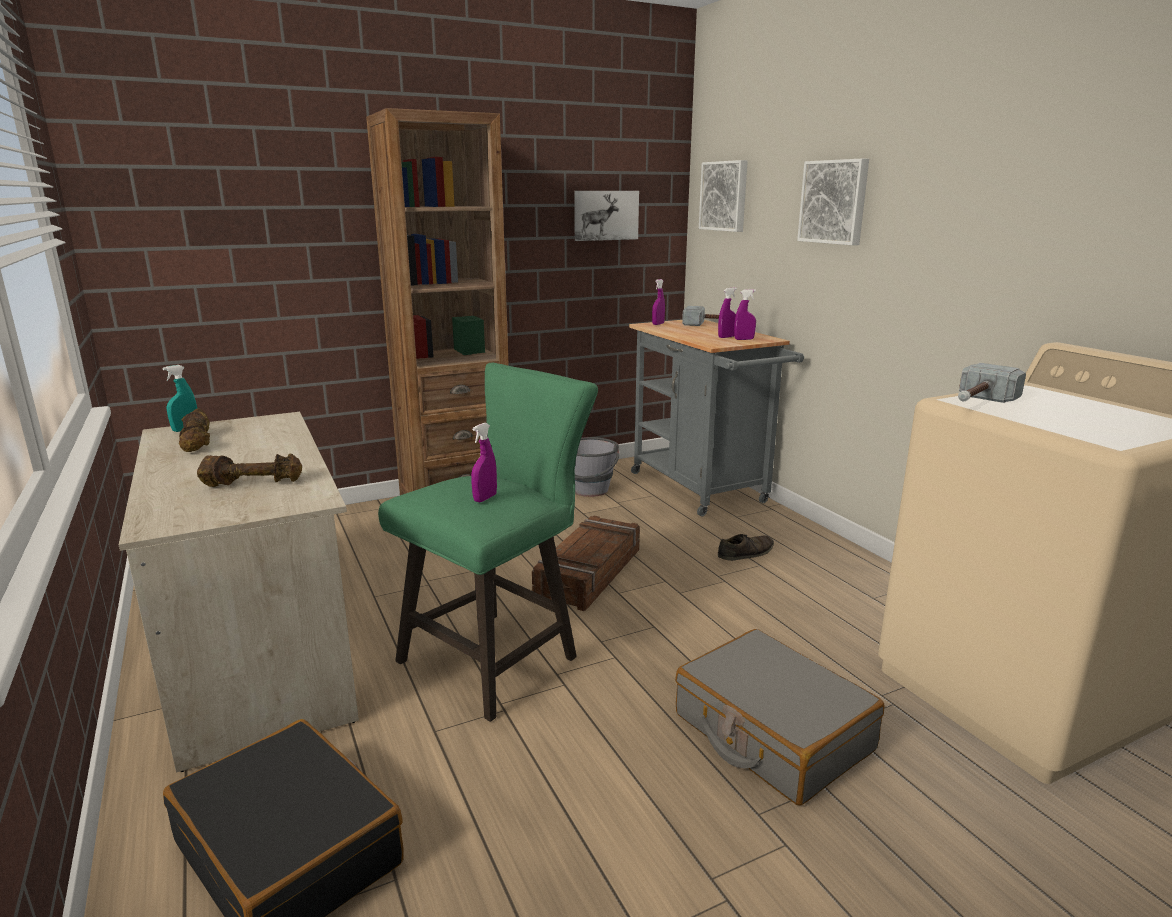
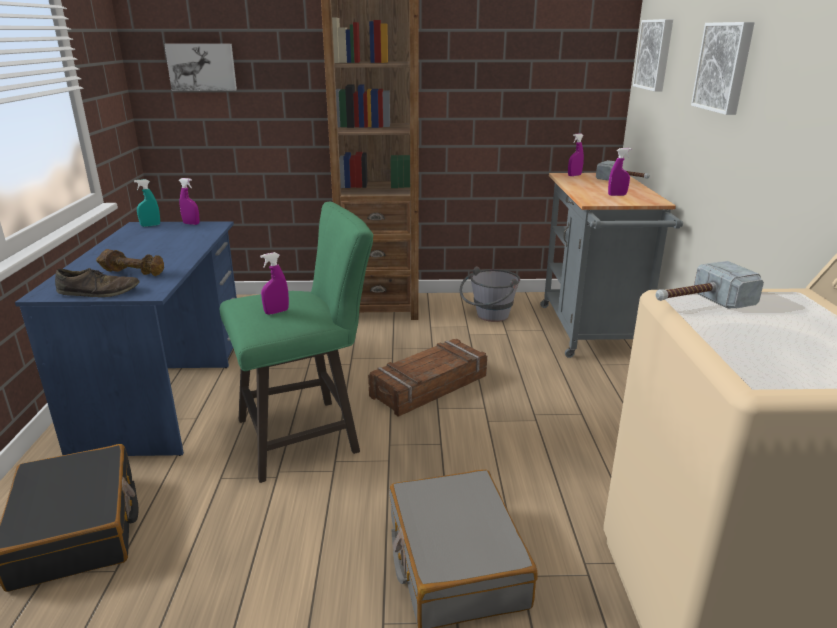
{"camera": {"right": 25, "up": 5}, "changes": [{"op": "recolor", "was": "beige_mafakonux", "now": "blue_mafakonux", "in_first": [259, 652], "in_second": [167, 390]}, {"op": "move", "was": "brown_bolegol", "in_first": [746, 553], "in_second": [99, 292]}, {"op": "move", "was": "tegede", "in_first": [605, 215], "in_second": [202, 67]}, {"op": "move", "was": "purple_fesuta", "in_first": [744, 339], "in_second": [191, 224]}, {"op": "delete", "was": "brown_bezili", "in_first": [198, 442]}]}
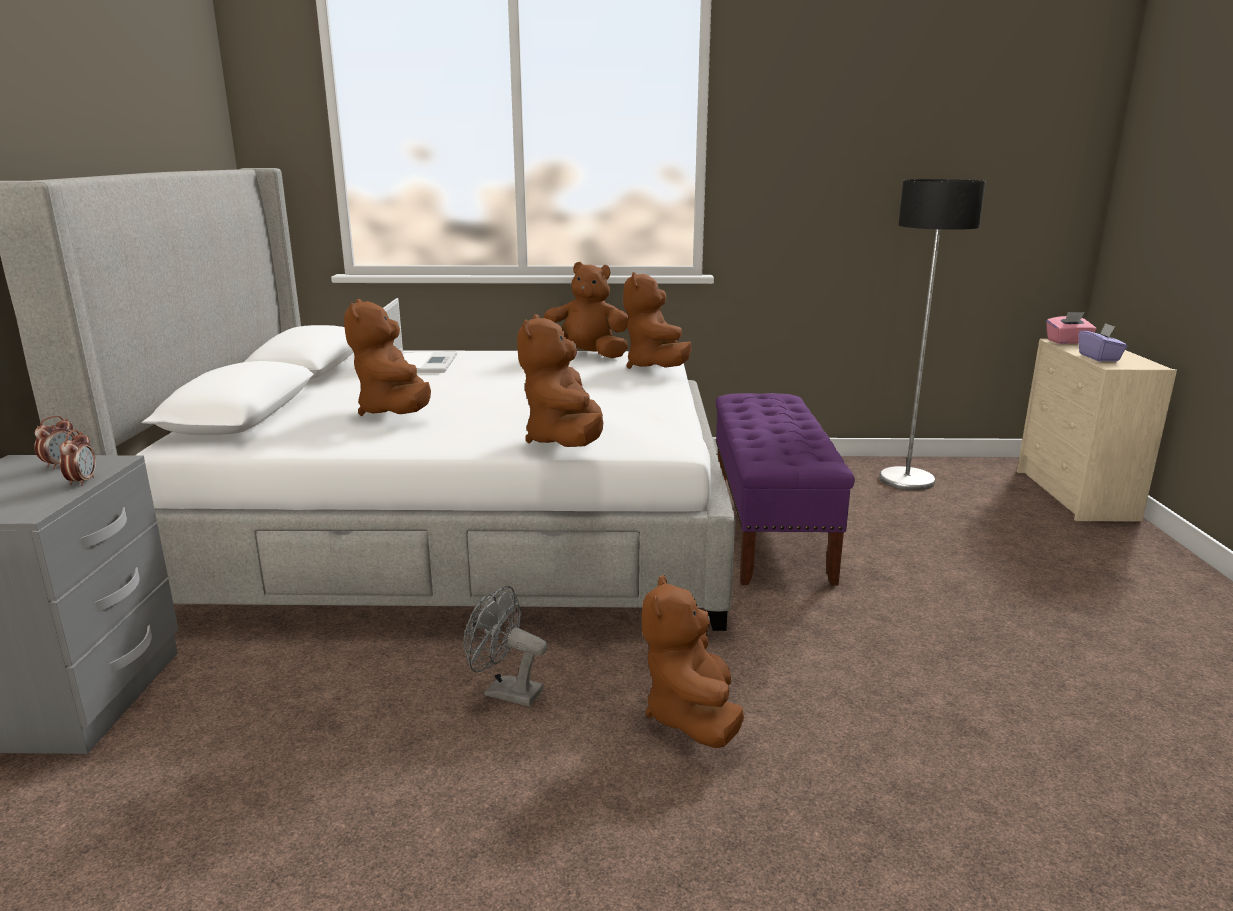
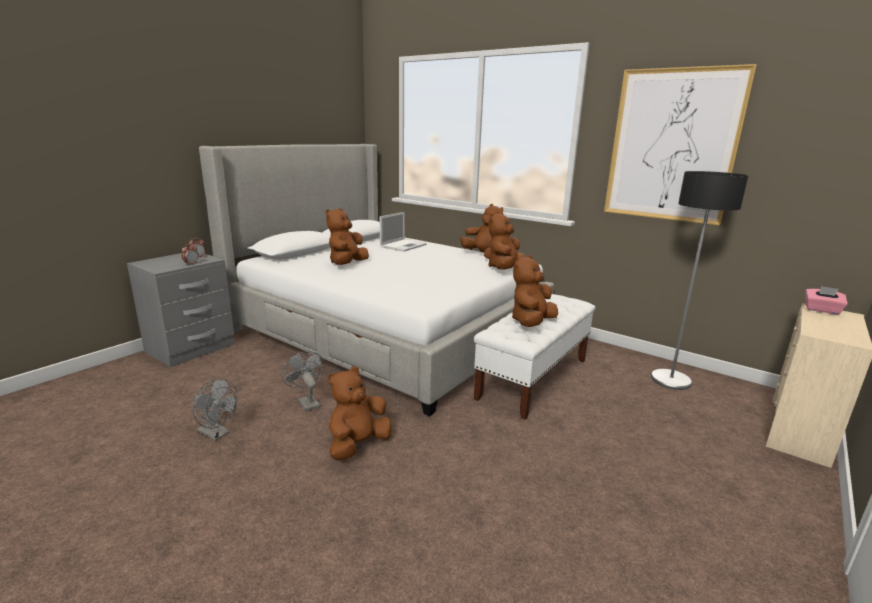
{"camera": {"right": 35, "up": 0}, "changes": [{"op": "insert", "now": "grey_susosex", "in_second": [217, 434]}, {"op": "recolor", "was": "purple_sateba", "now": "white_sateba", "in_first": [769, 529], "in_second": [533, 378]}, {"op": "move", "was": "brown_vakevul", "in_first": [565, 442], "in_second": [531, 323]}, {"op": "insert", "now": "tegede", "in_second": [672, 146]}, {"op": "delete", "was": "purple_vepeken", "in_first": [1099, 357]}]}
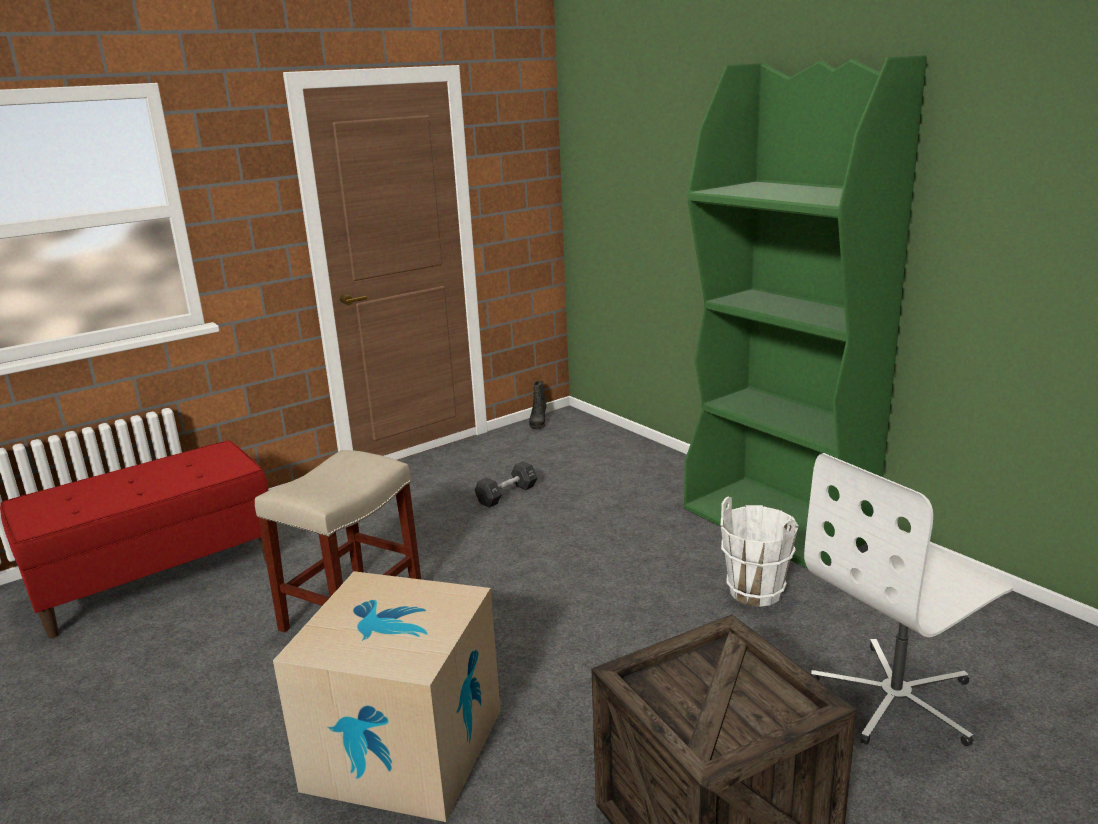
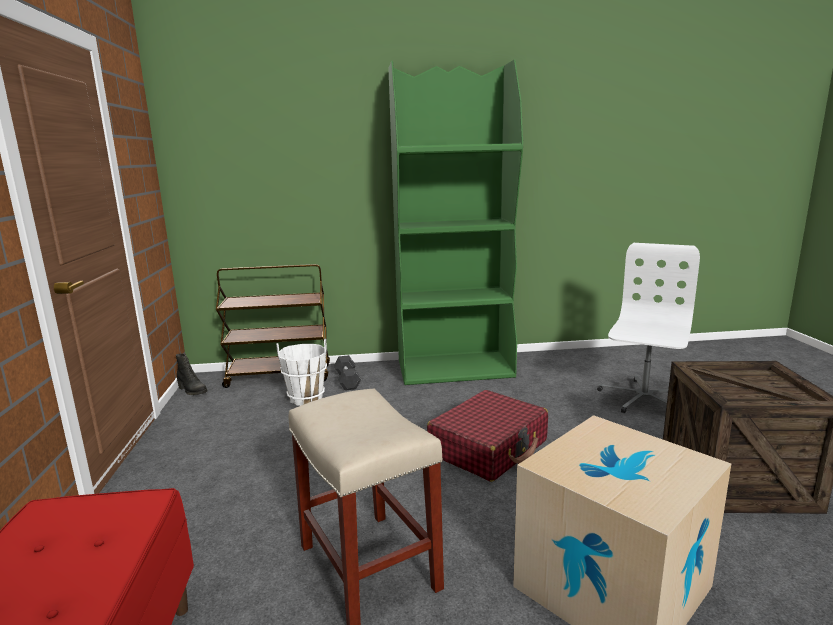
{"camera": {"right": -60, "up": -5}, "changes": [{"op": "insert", "now": "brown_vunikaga", "in_second": [280, 376]}, {"op": "move", "was": "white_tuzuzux", "in_first": [755, 591], "in_second": [306, 398]}, {"op": "move", "was": "black_bezili", "in_first": [507, 495], "in_second": [347, 380]}, {"op": "insert", "now": "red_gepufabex", "in_second": [489, 448]}, {"op": "rotate", "was": "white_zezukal", "in_first": [896, 698], "in_second": [643, 398], "clockwise": -150}]}
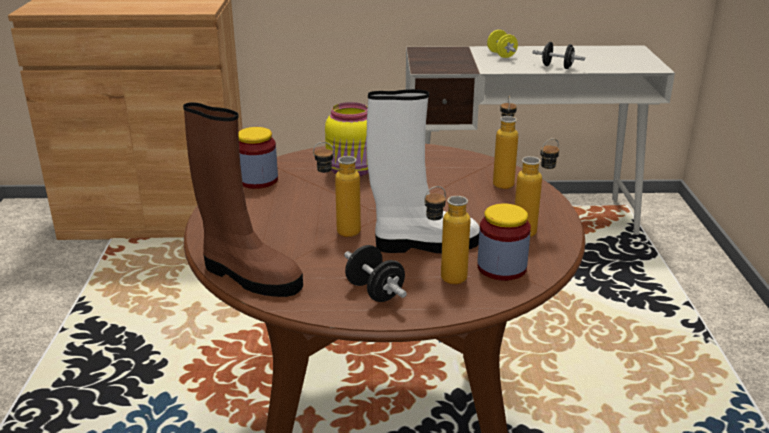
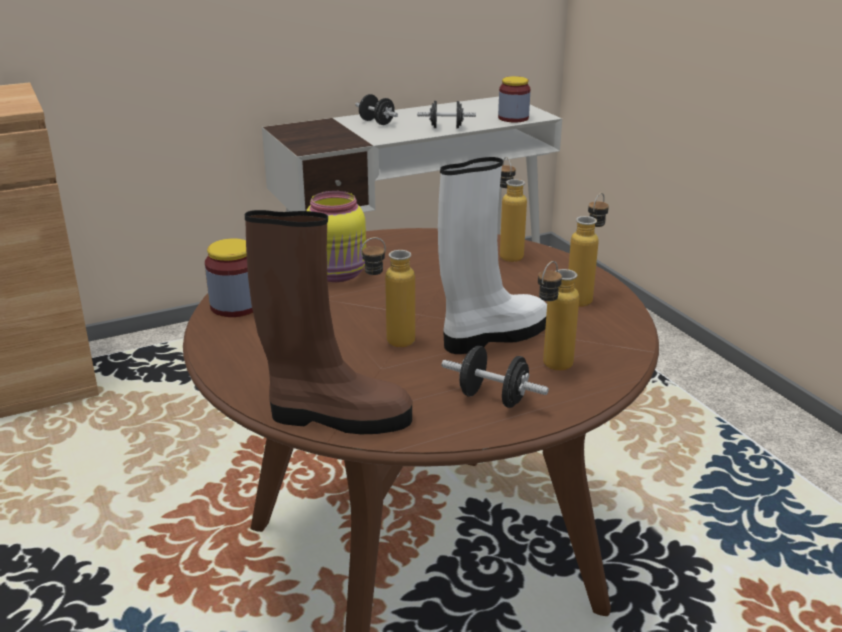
{"camera": {"right": -25, "up": 0}, "changes": [{"op": "recolor", "was": "yellow_bezili", "now": "black_bezili", "in_first": [501, 55], "in_second": [376, 122]}, {"op": "move", "was": "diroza", "in_first": [501, 268], "in_second": [513, 118]}]}
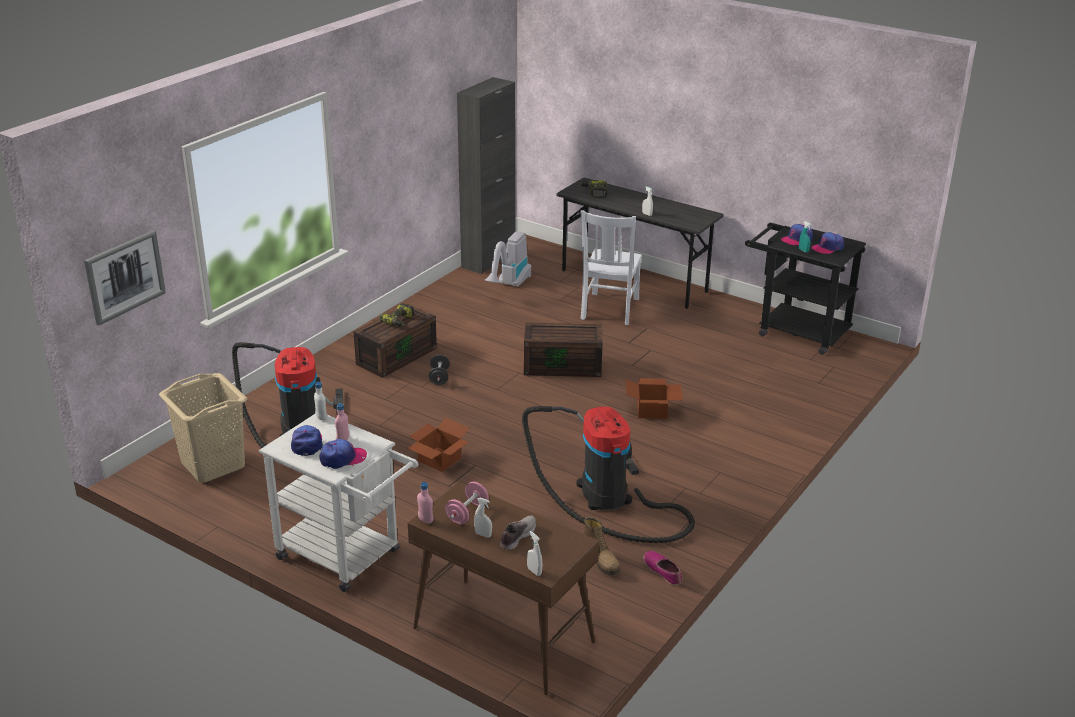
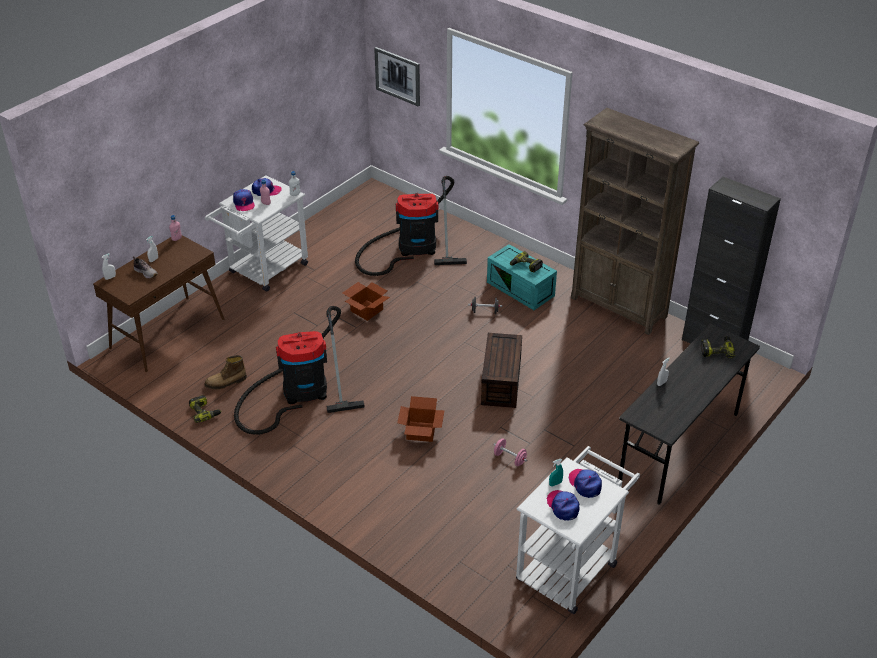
{"camera": {"right": 95, "up": 10}, "changes": [{"op": "replace", "was": "bolegol", "now": "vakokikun", "in_first": [663, 571], "in_second": [205, 412]}, {"op": "recolor", "was": "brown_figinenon", "now": "turquoise_figinenon", "in_first": [396, 355], "in_second": [522, 289]}, {"op": "move", "was": "pink_bezili", "in_first": [467, 513], "in_second": [509, 458]}, {"op": "recolor", "was": "black_vunikaga", "now": "white_vunikaga", "in_first": [795, 330], "in_second": [571, 566]}, {"op": "insert", "now": "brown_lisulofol", "in_second": [619, 307]}, {"op": "delete", "was": "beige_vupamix", "in_first": [213, 464]}, {"op": "delete", "was": "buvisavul", "in_first": [509, 285]}, {"op": "delete", "was": "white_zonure", "in_first": [609, 310]}]}
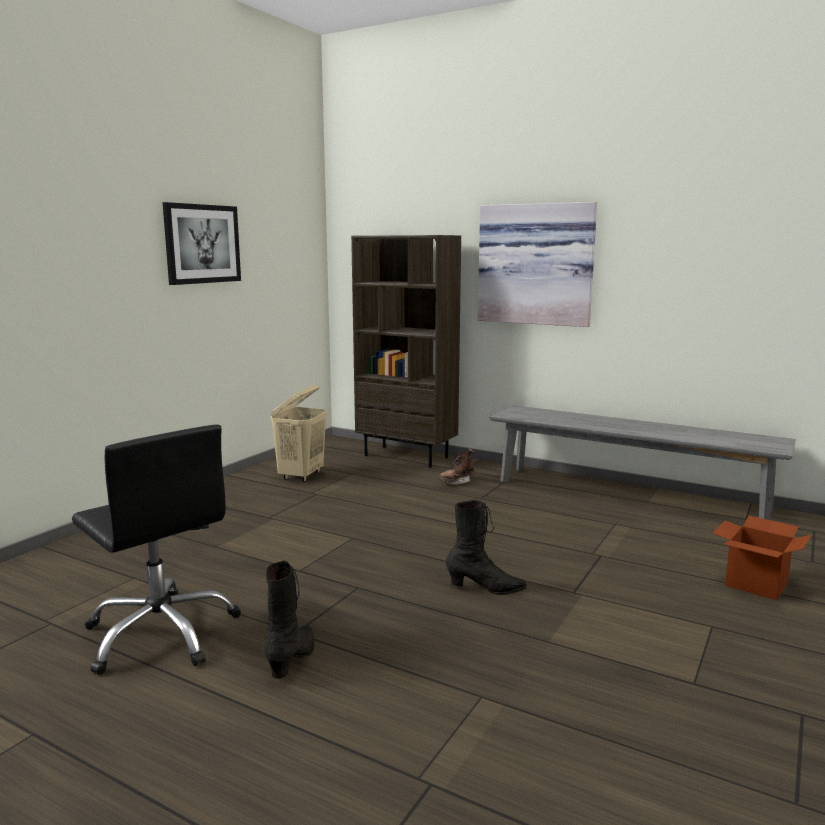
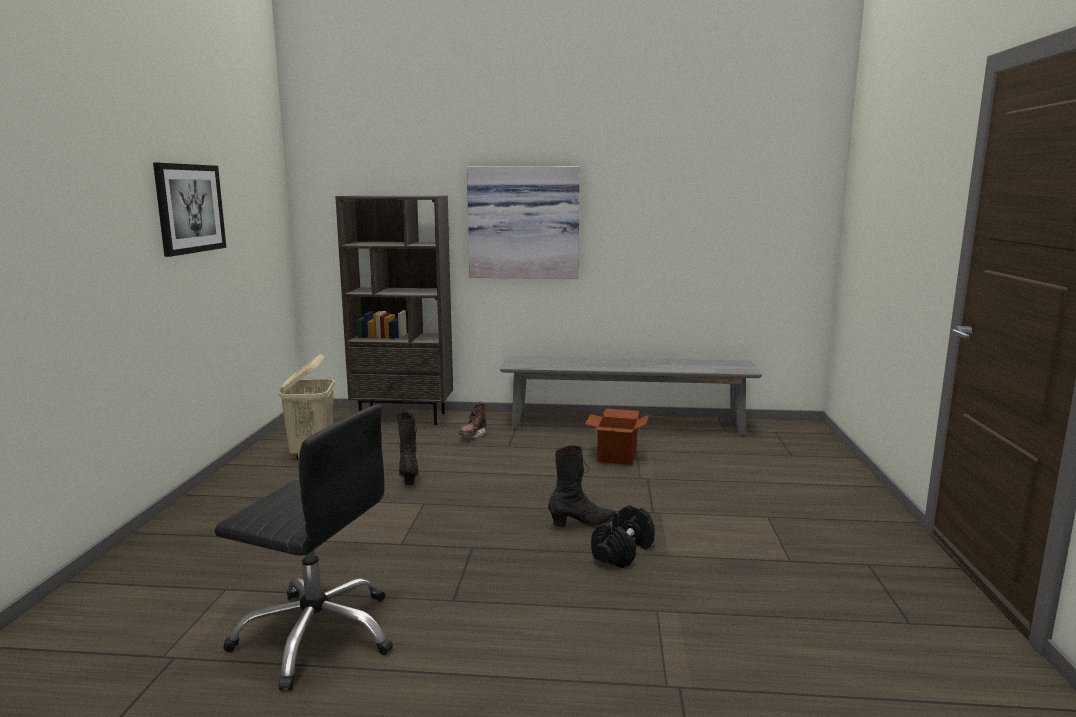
{"camera": {"right": -25, "up": 0}, "changes": [{"op": "move", "was": "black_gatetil", "in_first": [293, 659], "in_second": [409, 478]}, {"op": "move", "was": "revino", "in_first": [756, 584], "in_second": [617, 457]}, {"op": "insert", "now": "black_bezili", "in_second": [623, 552]}]}
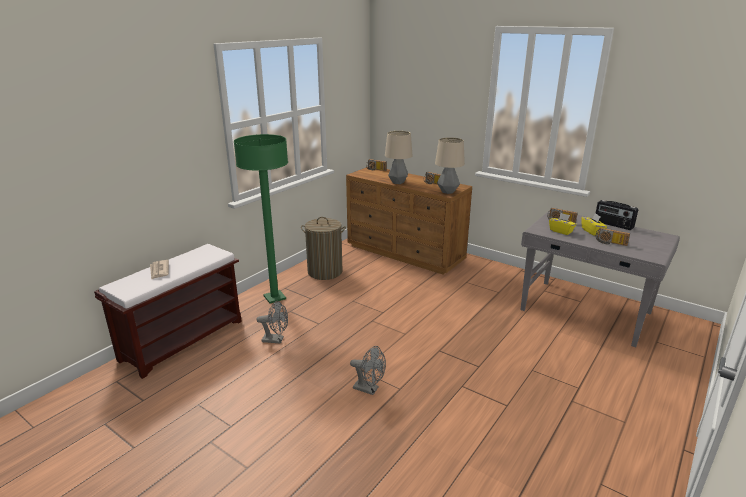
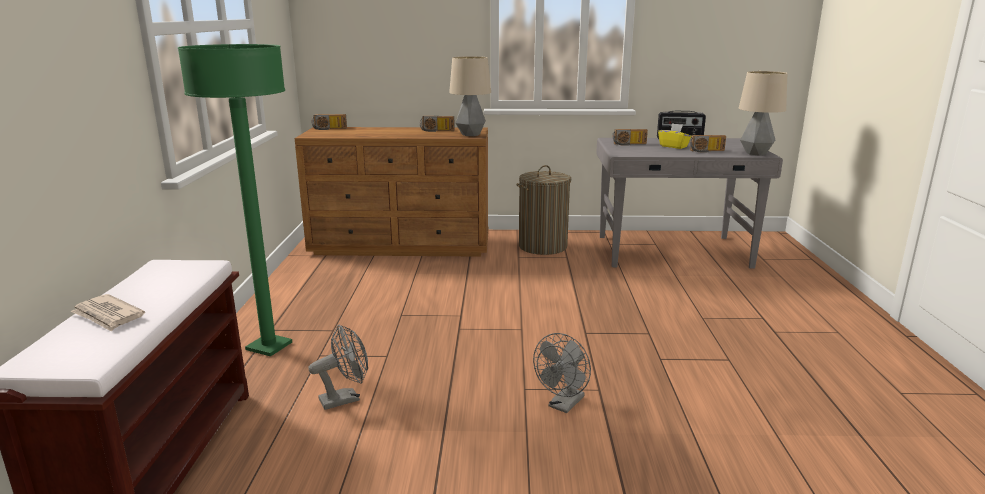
{"camera": {"right": -35, "up": -5}, "changes": [{"op": "move", "was": "vupamix", "in_first": [325, 272], "in_second": [543, 246]}, {"op": "rotate", "was": "grey_susosex", "in_first": [369, 389], "in_second": [563, 405], "clockwise": 135}, {"op": "move", "was": "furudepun", "in_first": [398, 182], "in_second": [755, 153]}, {"op": "delete", "was": "yellow_vepeken", "in_first": [561, 231]}]}
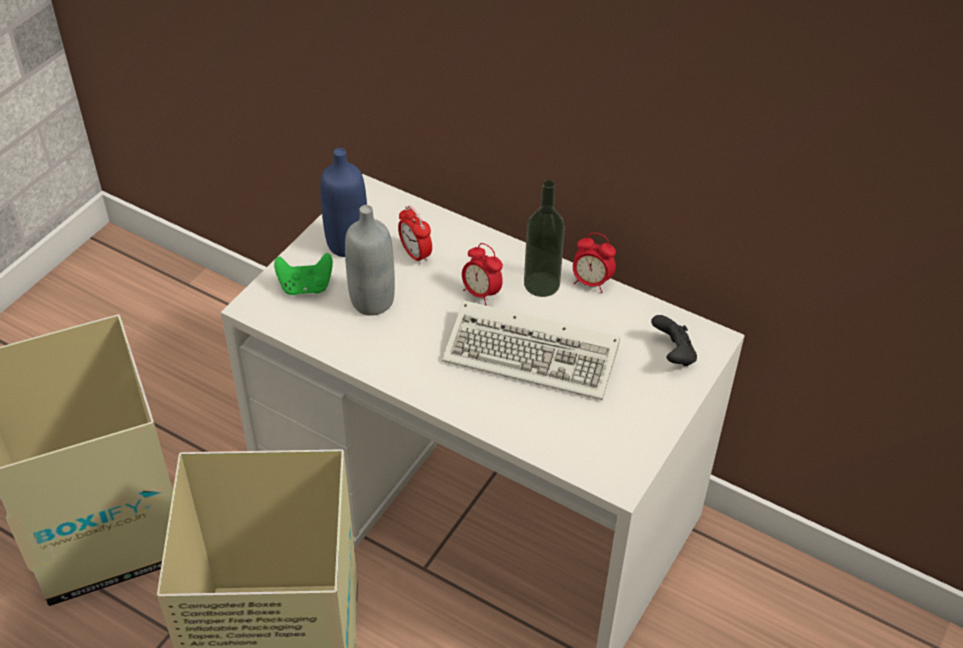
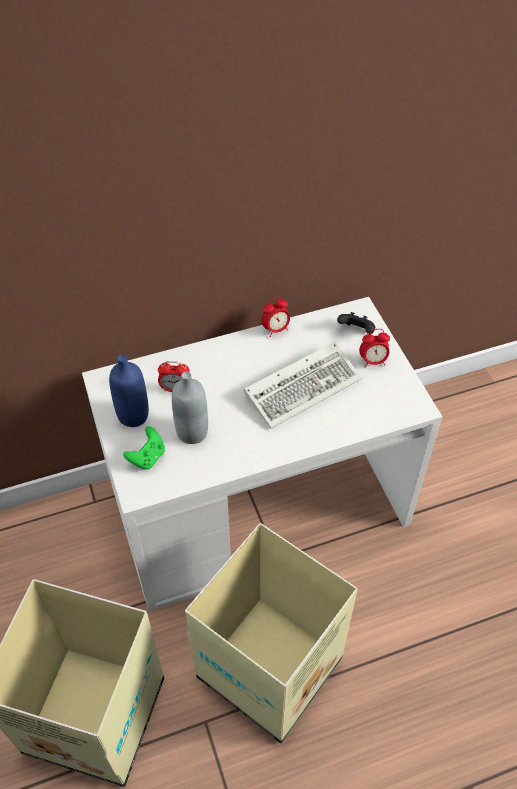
{"camera": {"right": -50, "up": 5}, "changes": [{"op": "move", "was": "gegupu", "in_first": [481, 293], "in_second": [373, 361]}, {"op": "delete", "was": "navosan", "in_first": [541, 284]}]}
